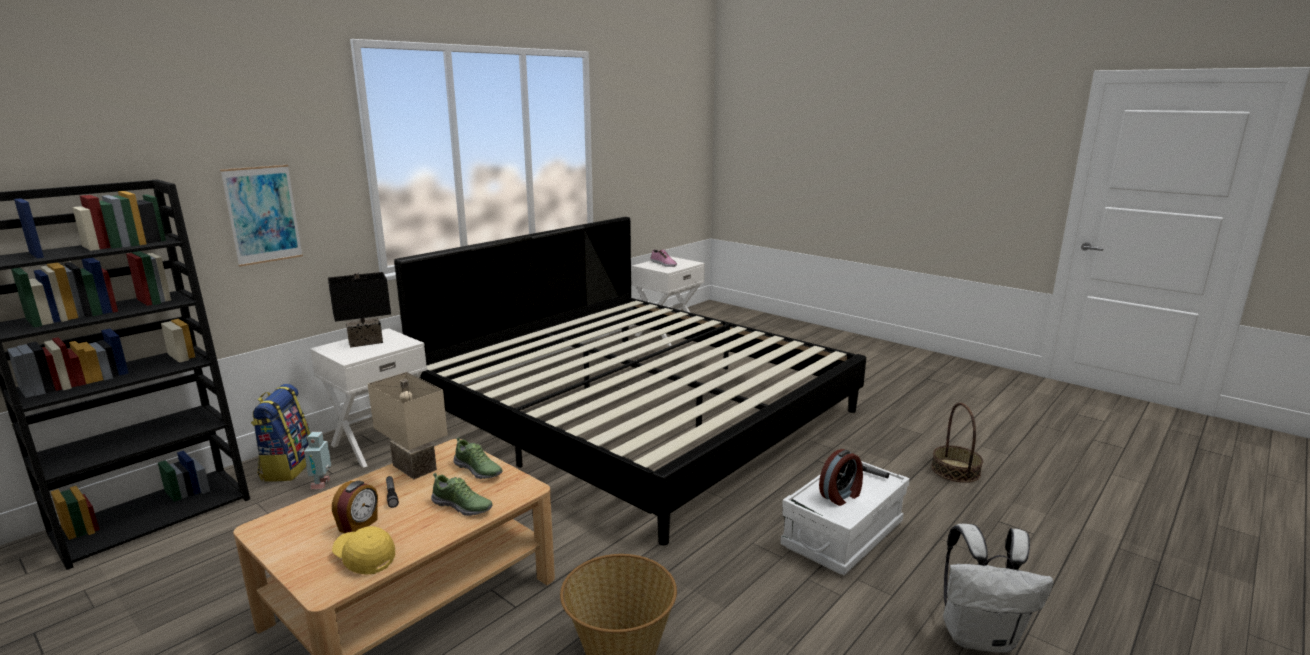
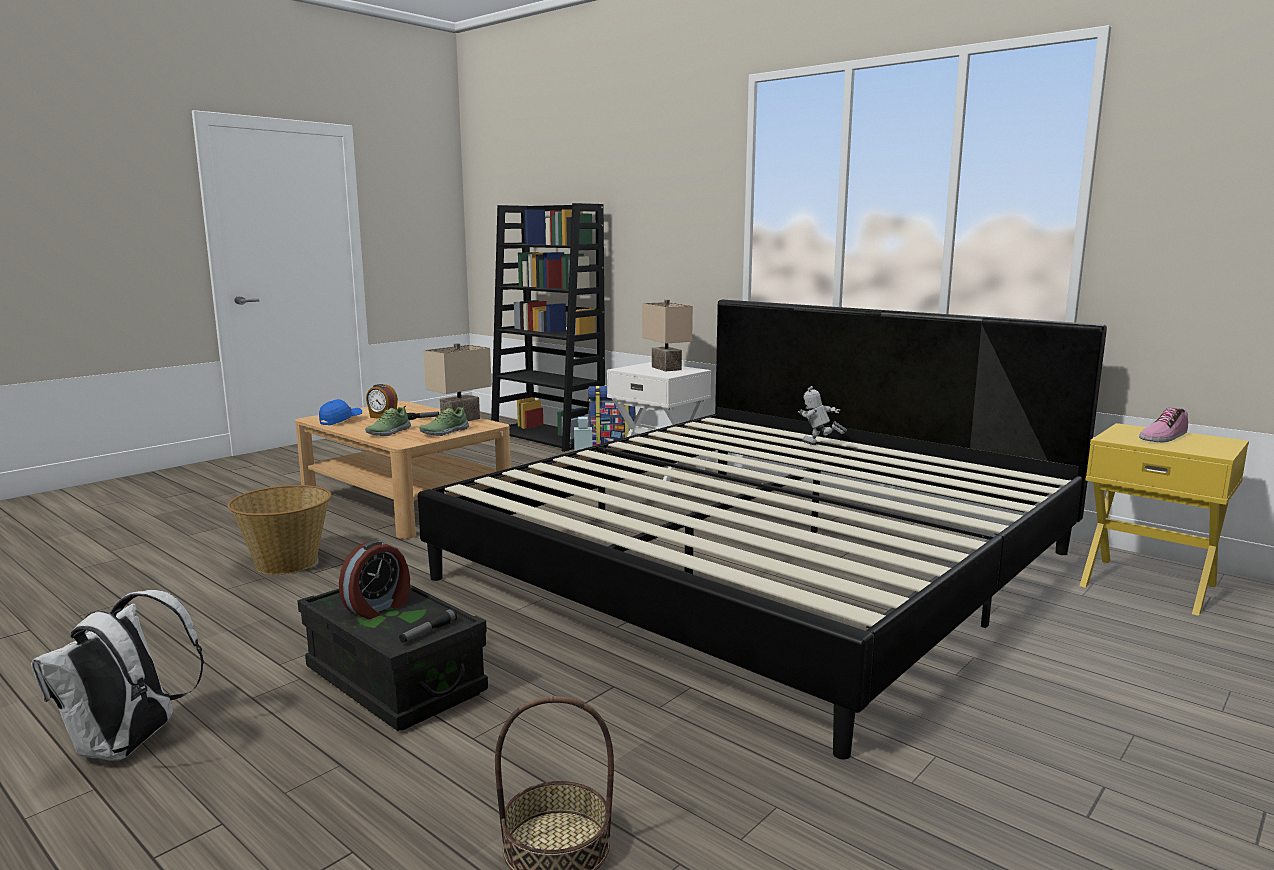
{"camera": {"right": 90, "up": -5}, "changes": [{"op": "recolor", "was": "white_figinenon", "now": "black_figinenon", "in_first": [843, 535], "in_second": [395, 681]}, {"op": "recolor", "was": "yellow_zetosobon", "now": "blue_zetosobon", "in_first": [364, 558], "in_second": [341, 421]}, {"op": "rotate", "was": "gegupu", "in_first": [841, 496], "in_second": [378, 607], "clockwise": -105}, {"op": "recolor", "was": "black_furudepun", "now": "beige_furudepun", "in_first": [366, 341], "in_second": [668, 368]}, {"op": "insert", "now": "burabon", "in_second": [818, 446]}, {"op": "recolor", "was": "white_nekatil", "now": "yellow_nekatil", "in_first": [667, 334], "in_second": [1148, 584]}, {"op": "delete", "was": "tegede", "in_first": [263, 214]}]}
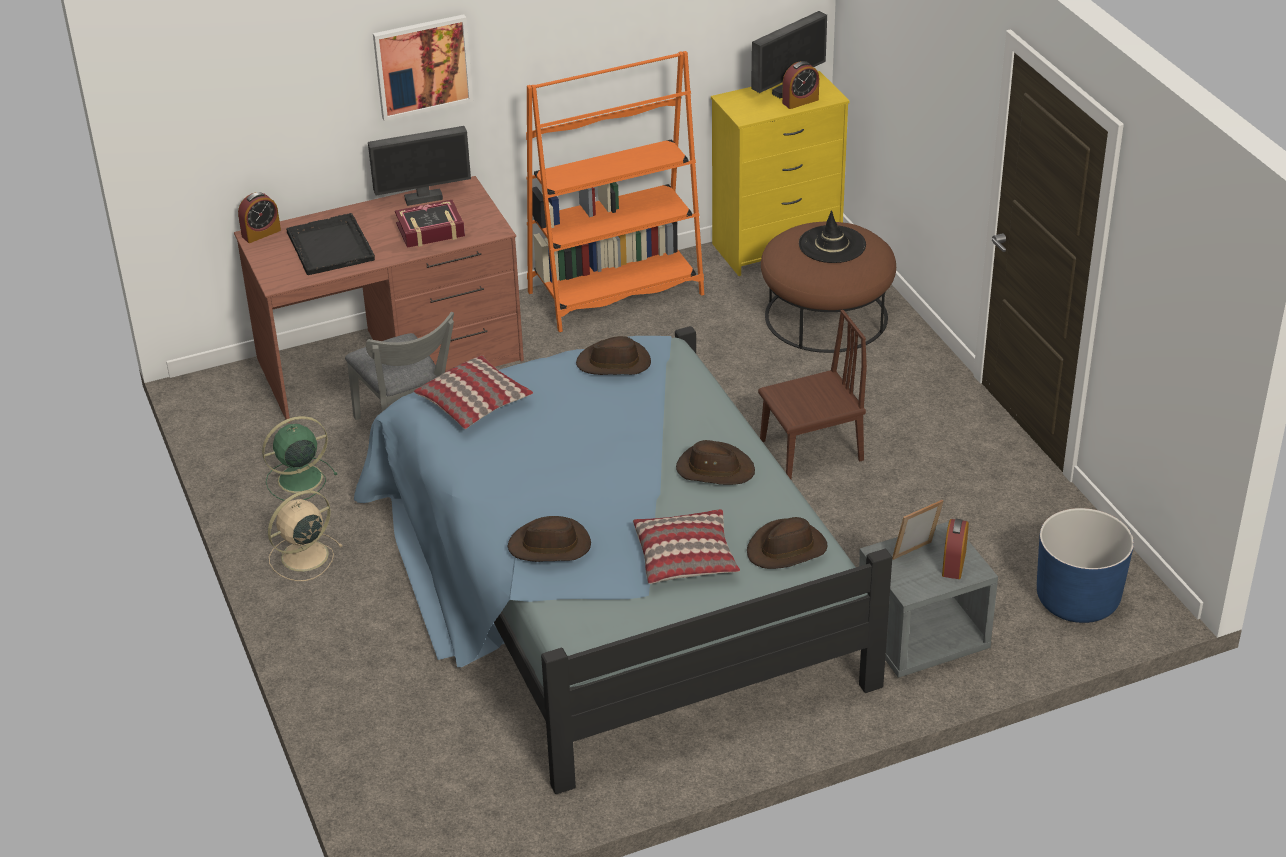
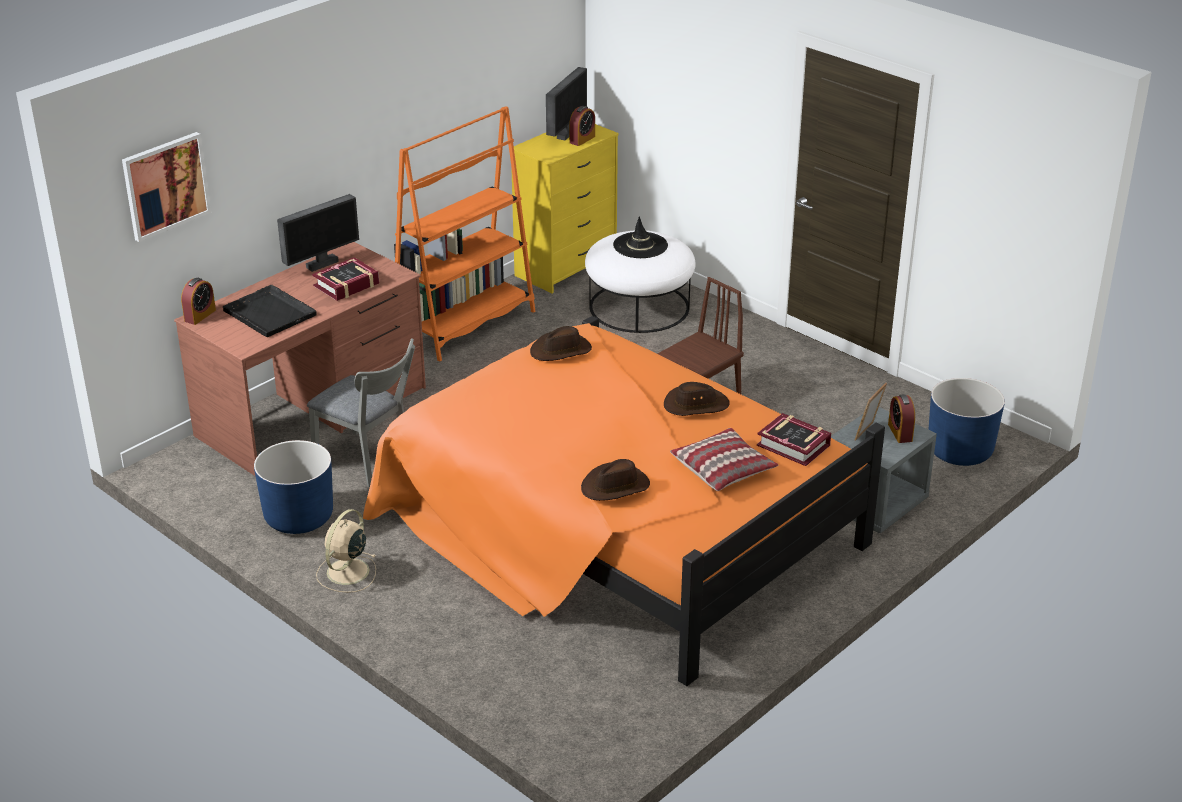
{"camera": {"right": -25, "up": -5}, "changes": [{"op": "move", "was": "tegede", "in_first": [422, 66], "in_second": [165, 185]}, {"op": "replace", "was": "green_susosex", "now": "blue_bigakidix", "in_first": [298, 479], "in_second": [299, 517]}, {"op": "recolor", "was": "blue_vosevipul", "now": "orange_vosevipul", "in_first": [610, 585], "in_second": [616, 528]}, {"op": "recolor", "was": "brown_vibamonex", "now": "white_vibamonex", "in_first": [826, 316], "in_second": [639, 306]}, {"op": "replace", "was": "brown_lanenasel", "now": "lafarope", "in_first": [787, 549], "in_second": [793, 445]}, {"op": "delete", "was": "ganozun", "in_first": [475, 403]}]}
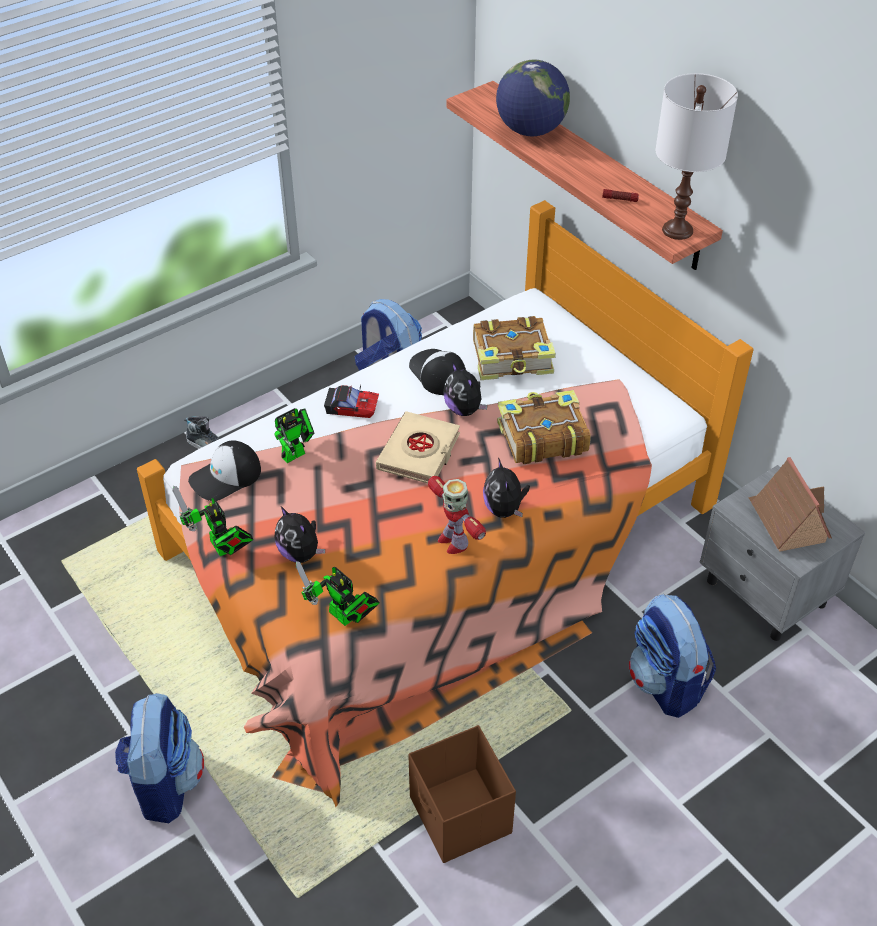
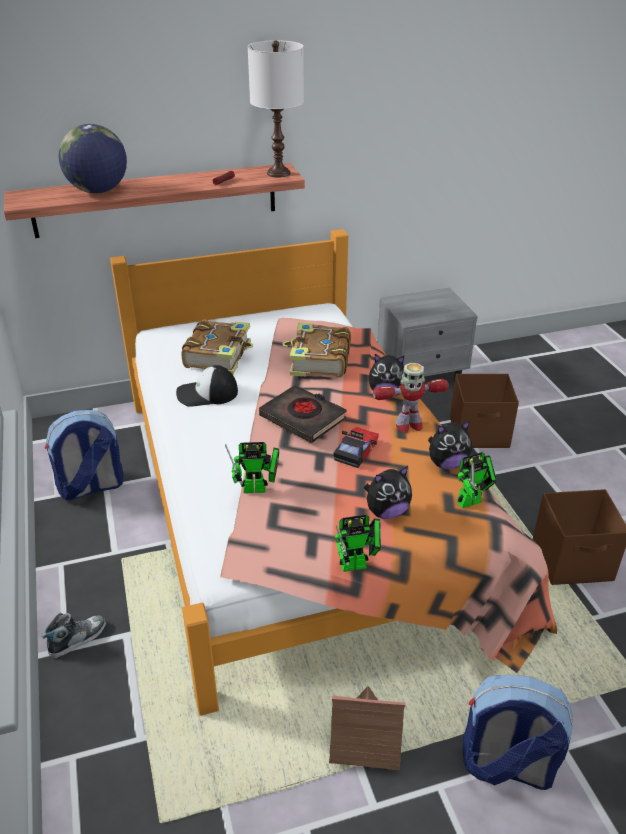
{"camera": {"right": -70, "up": -10}, "changes": [{"op": "rotate", "was": "burabon", "in_first": [296, 453], "in_second": [258, 489], "clockwise": 105}, {"op": "recolor", "was": "beige_lafarope", "now": "black_lafarope", "in_first": [419, 452], "in_second": [303, 418]}, {"op": "move", "was": "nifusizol", "in_first": [787, 521], "in_second": [360, 741]}, {"op": "move", "was": "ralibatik", "in_first": [352, 406], "in_second": [355, 451]}, {"op": "move", "was": "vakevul", "in_first": [464, 409], "in_second": [447, 463]}, {"op": "replace", "was": "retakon", "now": "brown_figinenon", "in_first": [665, 683], "in_second": [480, 433]}, {"op": "delete", "was": "zetosobon", "in_first": [226, 477]}]}
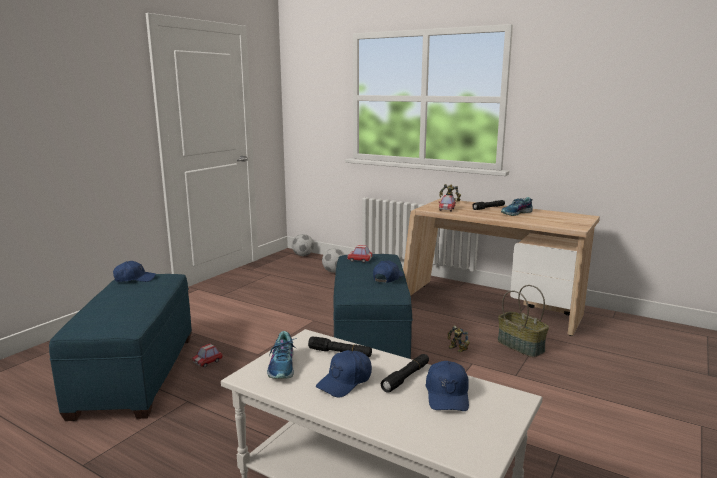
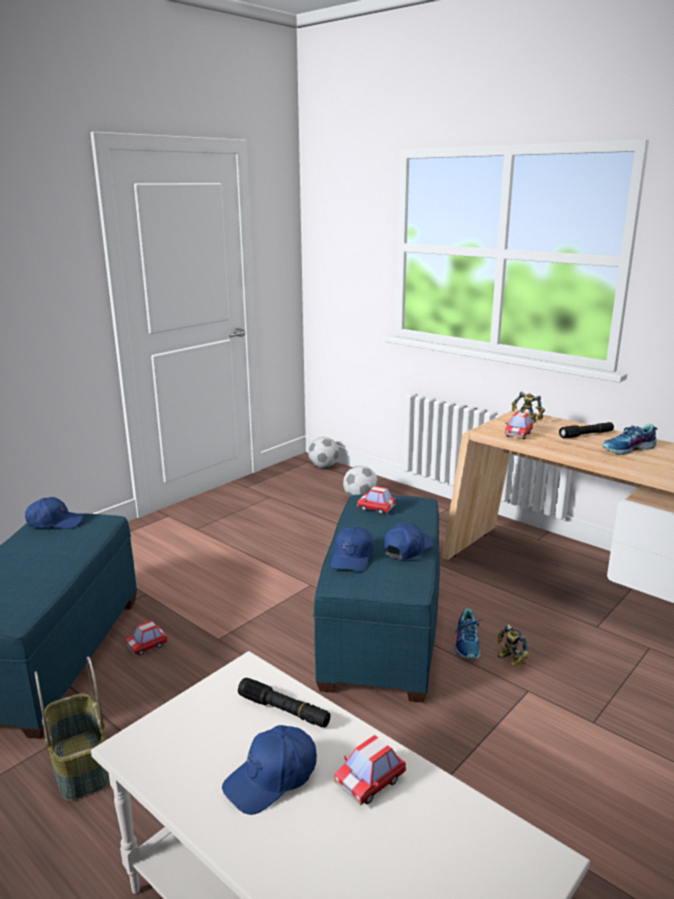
{"camera": {"right": 10, "up": 5}, "changes": [{"op": "move", "was": "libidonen", "in_first": [521, 346], "in_second": [82, 765]}, {"op": "move", "was": "blue_zetosobon", "in_first": [447, 395], "in_second": [352, 557]}, {"op": "replace", "was": "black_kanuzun", "now": "ralibatik", "in_first": [406, 377], "in_second": [370, 782]}, {"op": "move", "was": "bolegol", "in_first": [283, 366], "in_second": [468, 643]}]}
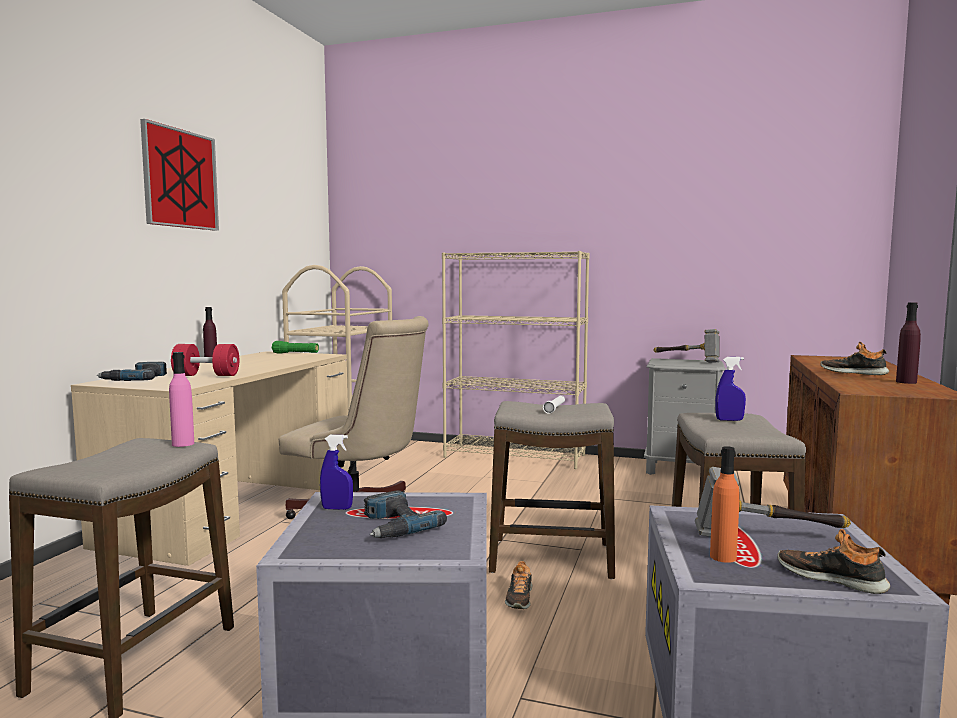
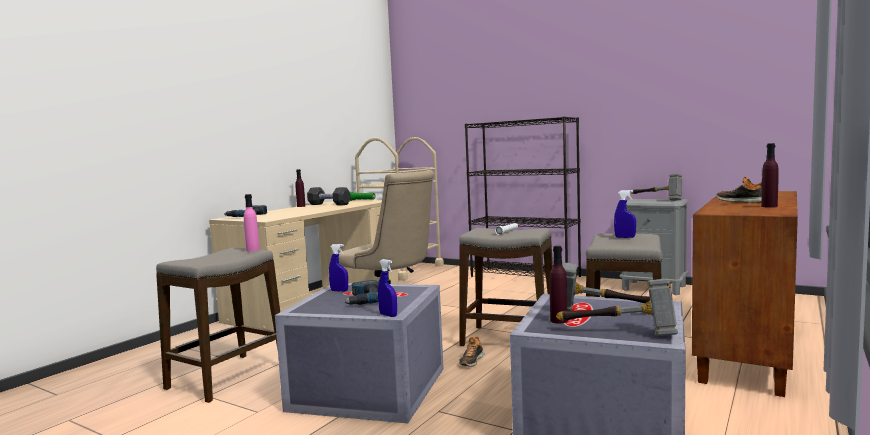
{"camera": {"right": 15, "up": 0}, "changes": [{"op": "insert", "now": "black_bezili", "in_second": [329, 204]}, {"op": "insert", "now": "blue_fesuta", "in_second": [388, 315]}, {"op": "recolor", "was": "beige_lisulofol", "now": "black_lisulofol", "in_first": [515, 456], "in_second": [525, 276]}, {"op": "recolor", "was": "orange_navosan", "now": "purple_navosan", "in_first": [723, 557], "in_second": [558, 320]}, {"op": "replace", "was": "bolegol", "now": "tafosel", "in_first": [831, 578], "in_second": [620, 333]}, {"op": "delete", "was": "tegede", "in_first": [180, 179]}, {"op": "delete", "was": "red_bezili", "in_first": [206, 375]}]}
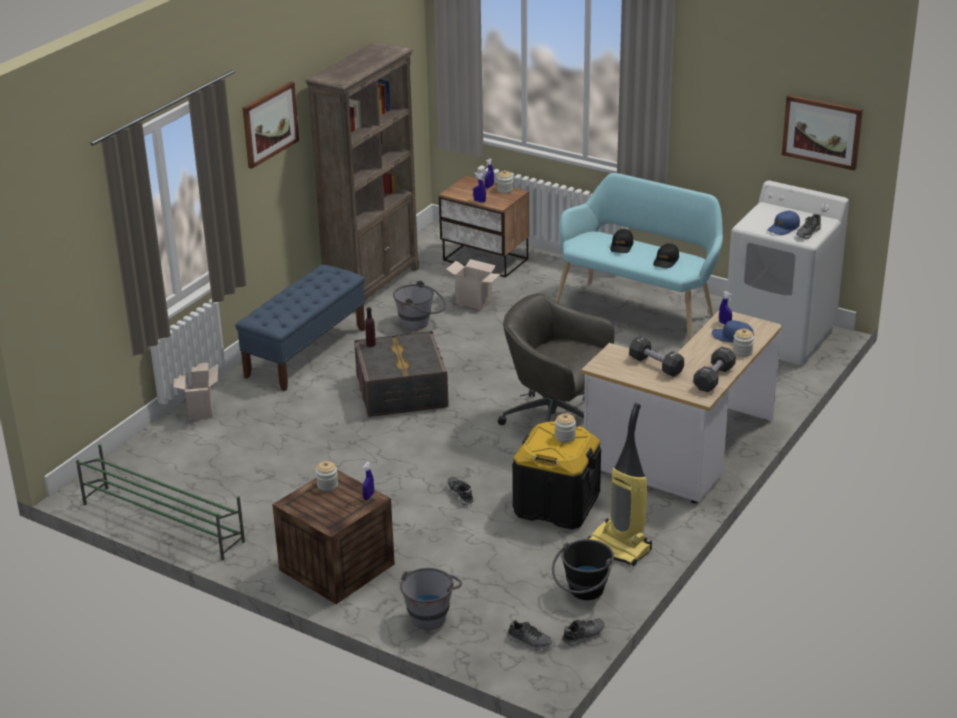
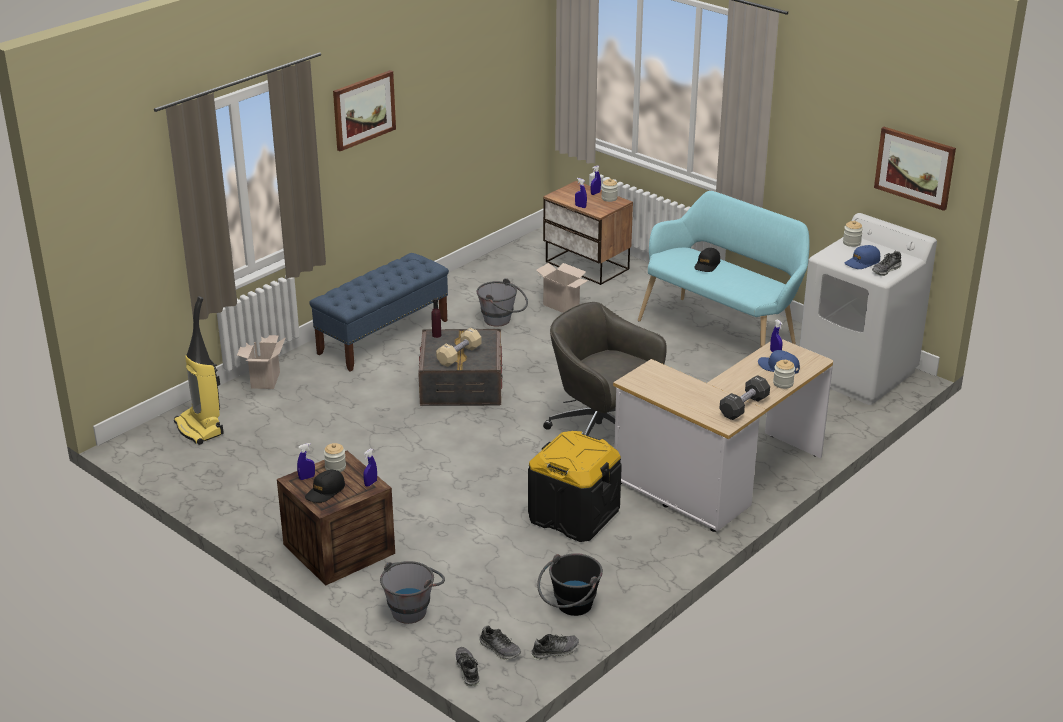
{"camera": {"right": 10, "up": 0}, "changes": [{"op": "move", "was": "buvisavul", "in_first": [620, 547], "in_second": [200, 428]}, {"op": "insert", "now": "blue_fesuta", "in_second": [307, 477]}, {"op": "move", "was": "black_zetosobon", "in_first": [666, 261], "in_second": [325, 491]}, {"op": "insert", "now": "beige_bezili", "in_second": [459, 355]}, {"op": "move", "was": "bolegol", "in_first": [460, 495], "in_second": [467, 670]}, {"op": "move", "was": "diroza", "in_first": [565, 437], "in_second": [851, 243]}, {"op": "delete", "was": "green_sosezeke", "in_first": [162, 522]}, {"op": "delete", "was": "brown_lisulofol", "in_first": [373, 285]}, {"op": "delete", "was": "black_bezili", "in_first": [656, 365]}]}
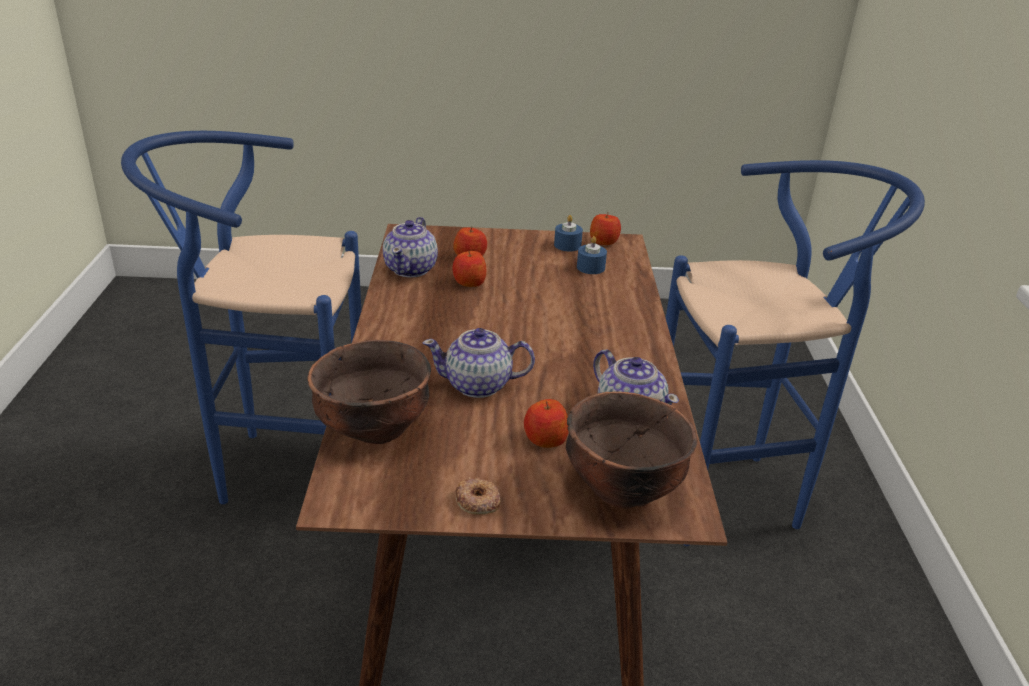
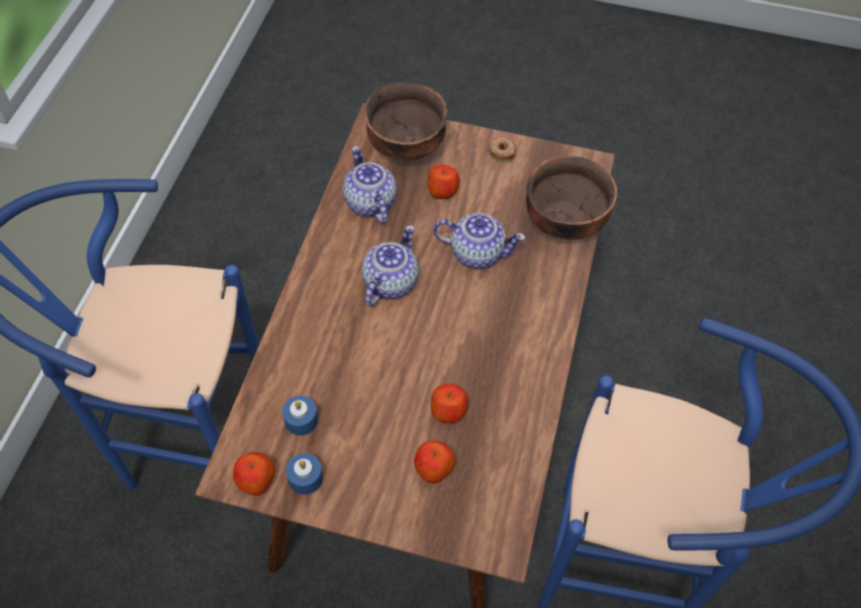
{"camera": {"right": -165, "up": 25}, "changes": [{"op": "move", "was": "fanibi", "in_first": [411, 269], "in_second": [389, 282]}]}
